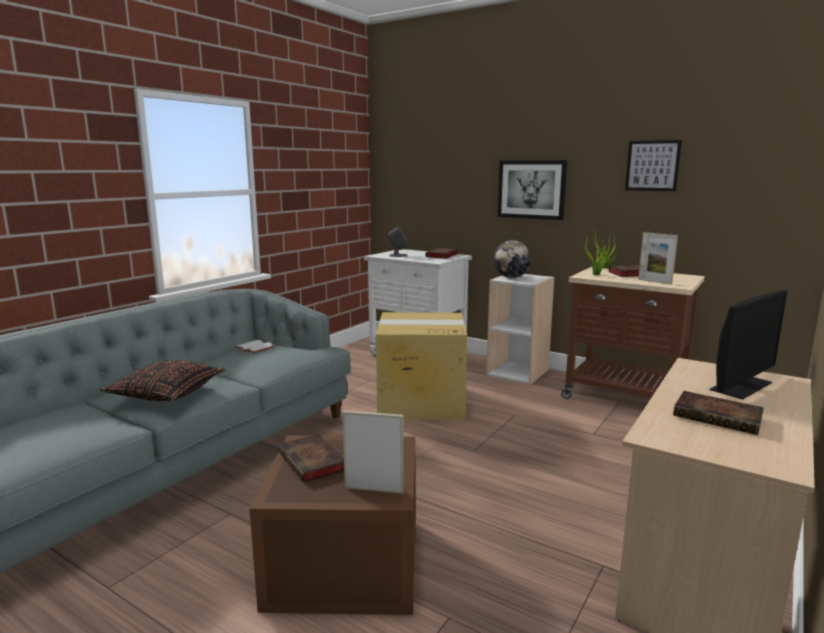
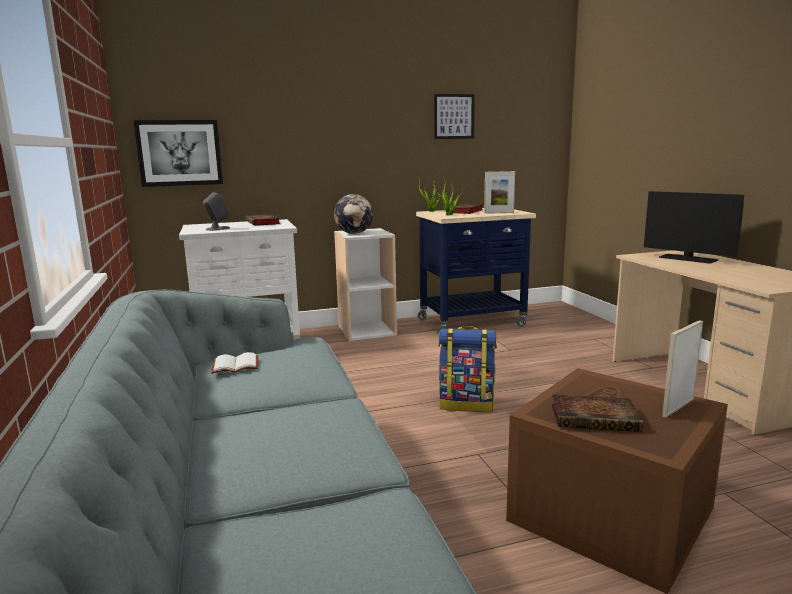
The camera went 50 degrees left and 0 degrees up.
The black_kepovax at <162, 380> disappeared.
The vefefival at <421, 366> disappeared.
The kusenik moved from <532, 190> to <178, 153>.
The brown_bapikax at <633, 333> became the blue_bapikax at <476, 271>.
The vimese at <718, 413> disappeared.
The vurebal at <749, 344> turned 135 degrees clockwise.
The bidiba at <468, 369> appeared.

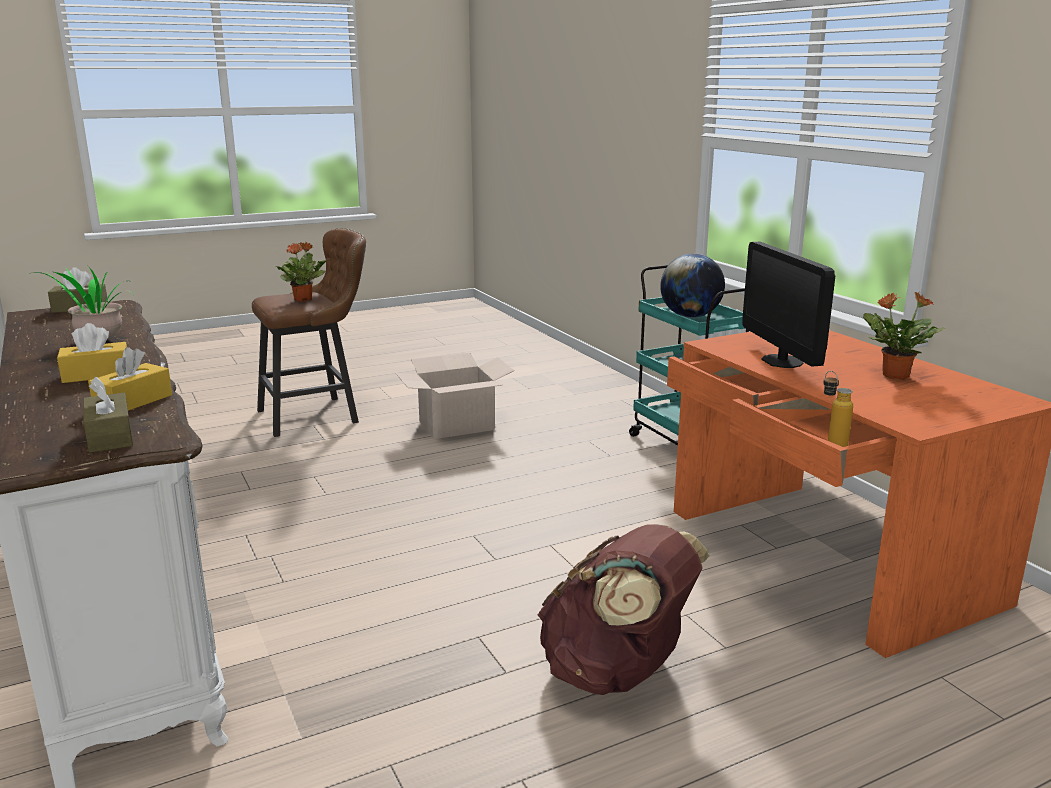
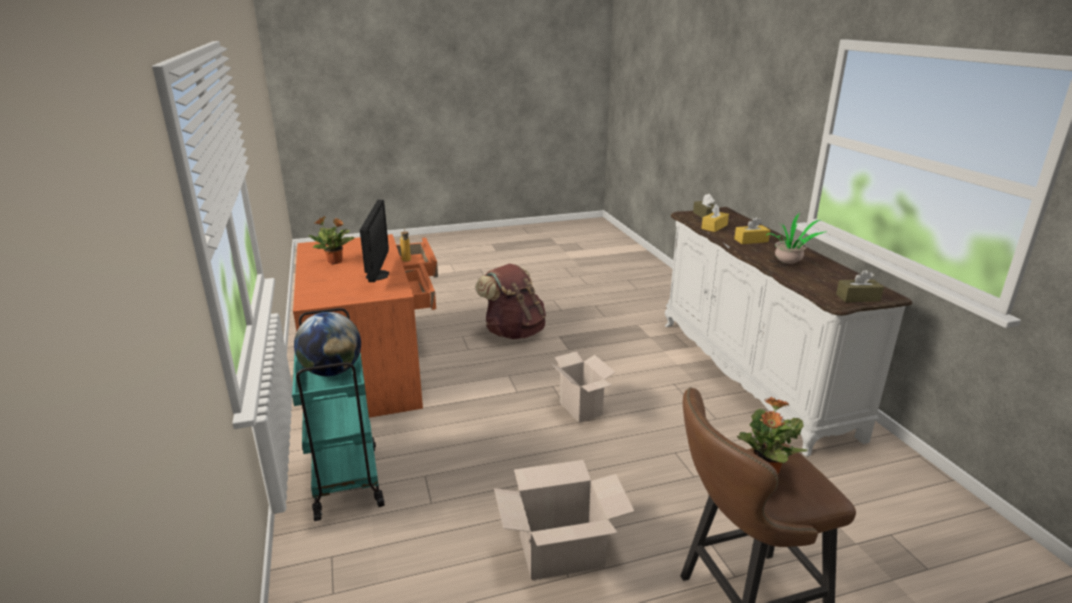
The camera went 170 degrees left and 5 degrees up.
The vefefival at <583, 387> appeared.

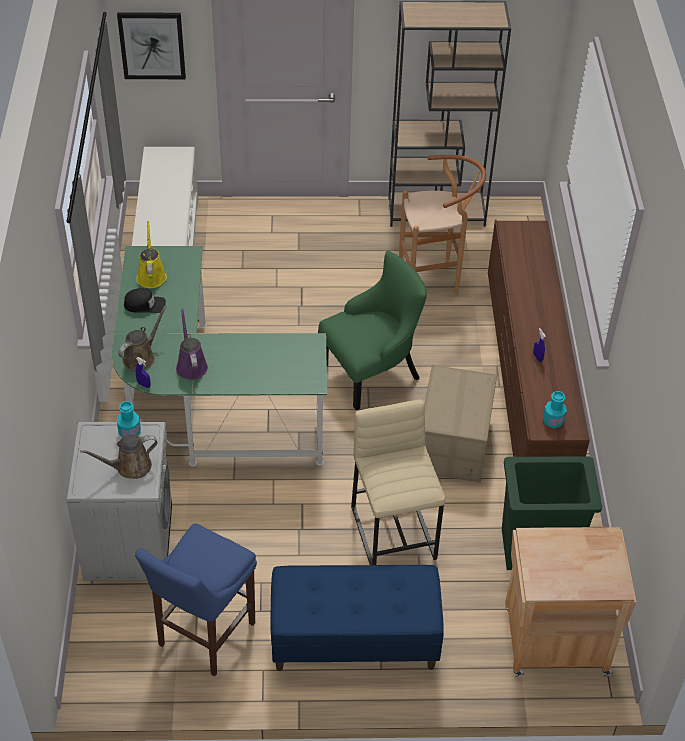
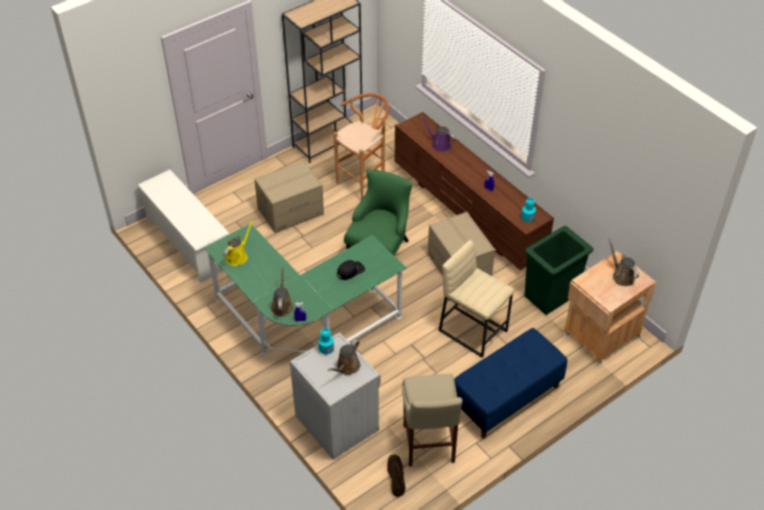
The camera went 35 degrees left and 0 degrees up.
The kusenik at <151, 45> disappeared.
The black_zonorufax moved from <145, 300> to <351, 270>.
The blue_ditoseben at <196, 600> became the beige_ditoseben at <432, 420>.
The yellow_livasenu at <152, 254> turned 75 degrees clockwise.
The purple_livasenu moved from <192, 344> to <438, 133>.
The vefefival at <289, 197> appeared.
The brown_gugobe at <396, 476> appeared.
The brown_livasenu at <623, 262> appeared.

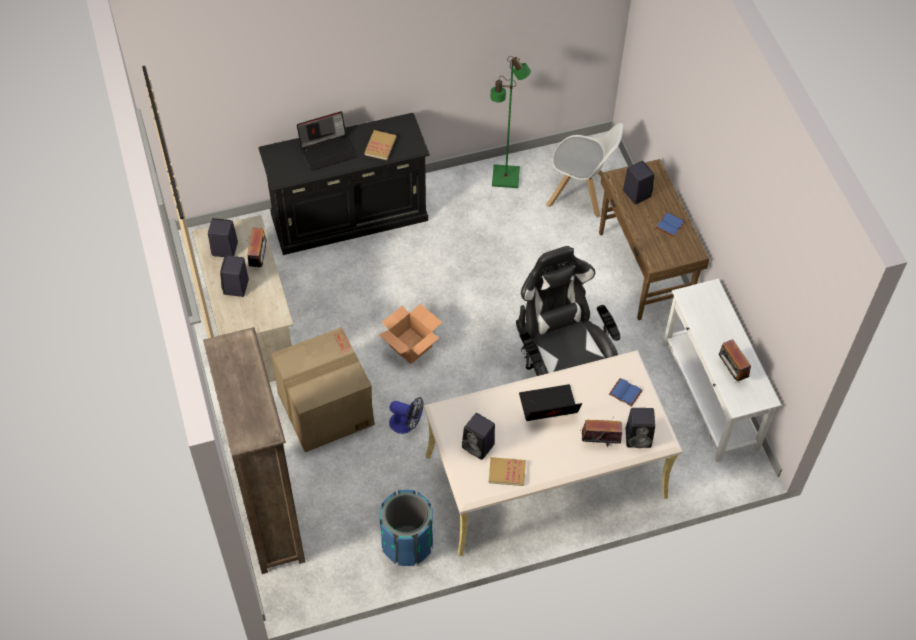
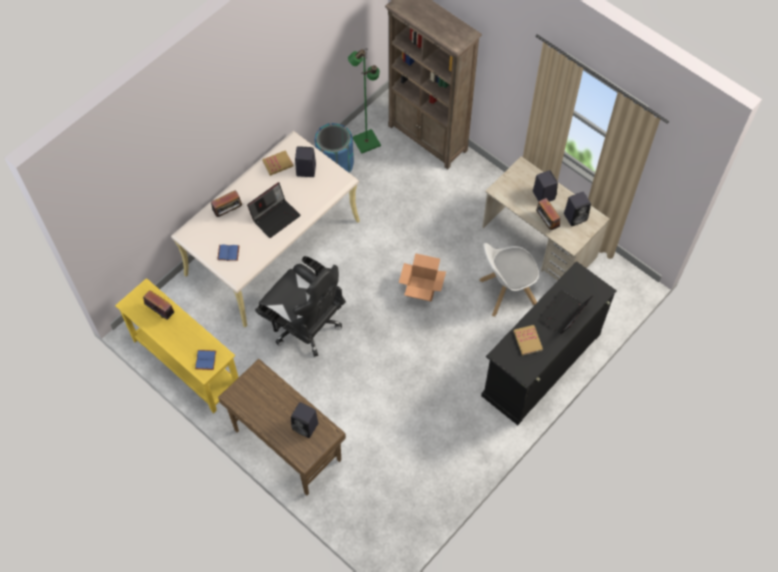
The camera went 150 degrees right and 5 degrees up.
The vefefival at <323, 389> disappeared.
The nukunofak at <406, 415> disappeared.
The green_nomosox moved from <510, 122> to <364, 101>.
The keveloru moved from <584, 170> to <509, 280>.
The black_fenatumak at <640, 428> disappeared.
The blue_vimese moved from <670, 224> to <205, 360>.
The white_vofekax at <721, 370> became the yellow_vofekax at <177, 346>.

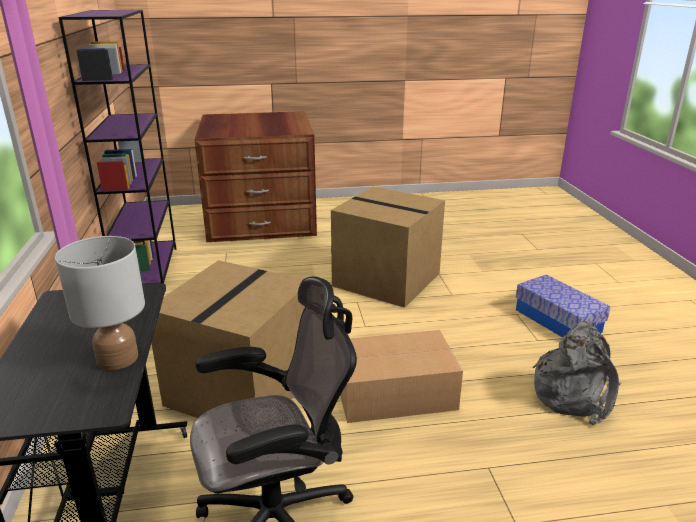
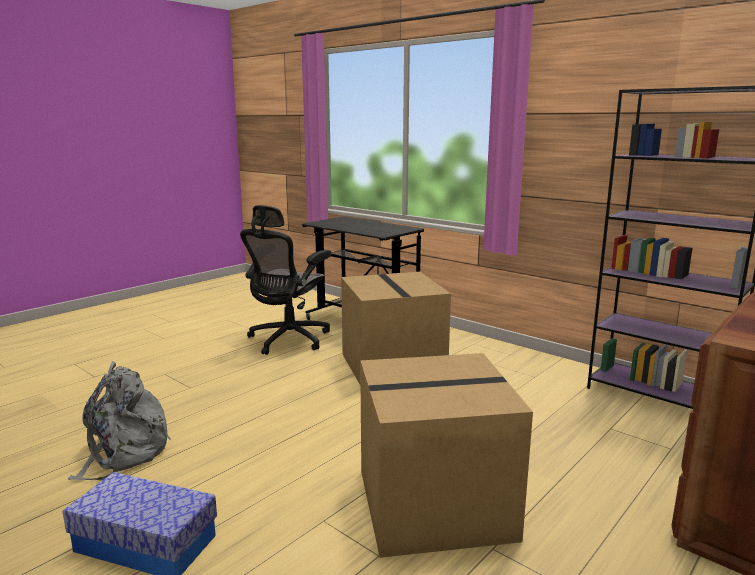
The camera went 140 degrees right and 10 degrees down.
The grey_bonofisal at <100, 303> disappeared.
The vefefival at <401, 376> disappeared.

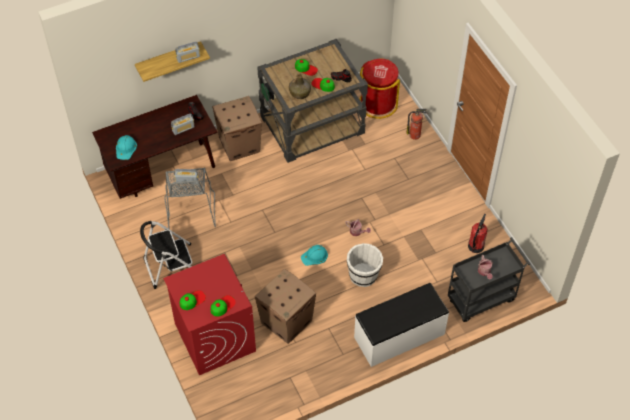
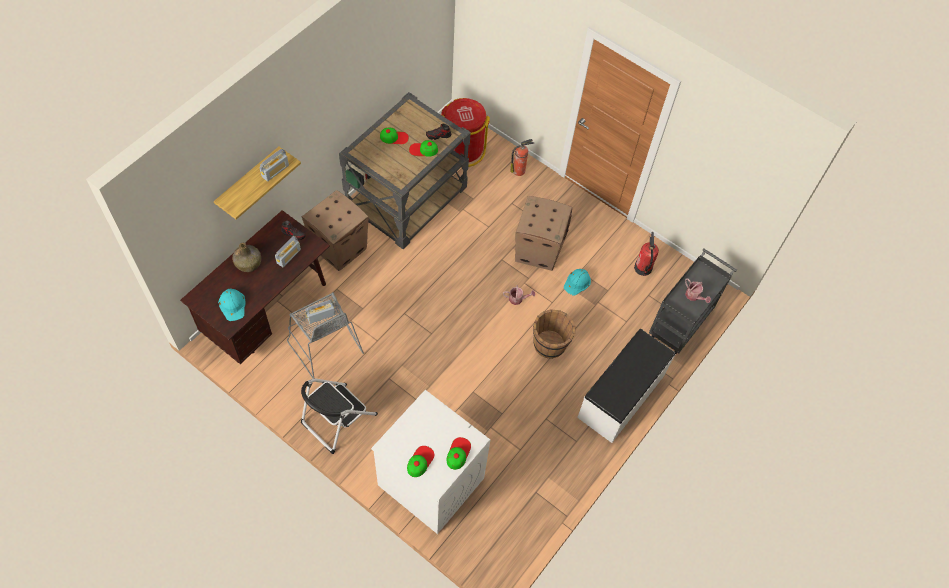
The camera went 30 degrees left and 5 degrees up.
The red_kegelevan at <209, 314> became the white_kegelevan at <430, 462>.
The vefefival moved from <285, 306> to <543, 233>.
The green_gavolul moved from <300, 86> to <246, 257>.
The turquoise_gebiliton moved from <314, 255> to <577, 282>.
The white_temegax at <365, 265> became the brown_temegax at <554, 334>.

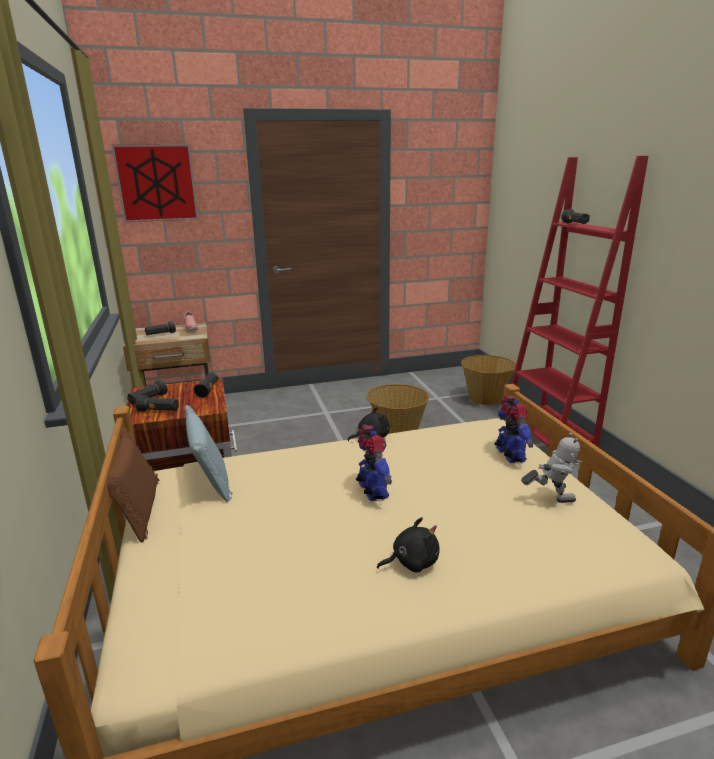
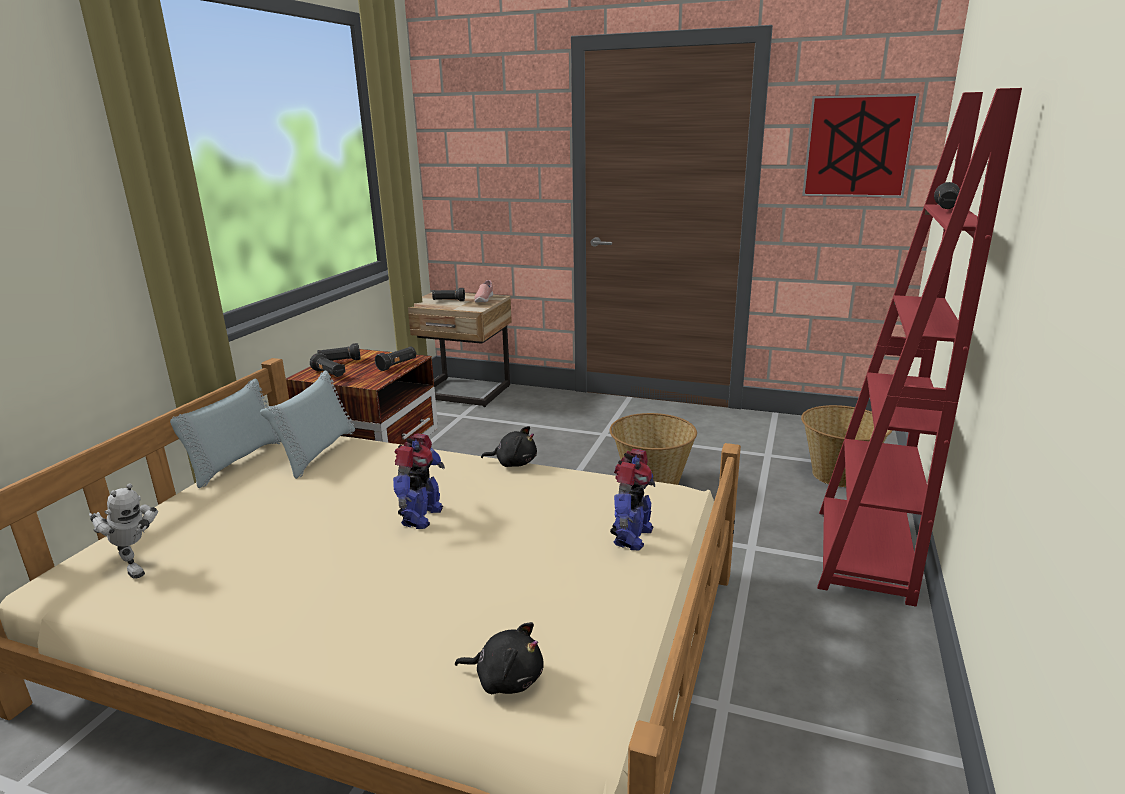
The camera went 35 degrees right and 0 degrees up.
The brown_kepovax at <133, 485> became the blue_kepovax at <225, 433>.
The kusenik moved from <155, 183> to <860, 145>.
The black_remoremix moved from <408, 545> to <499, 658>.
The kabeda moved from <551, 467> to <123, 531>.

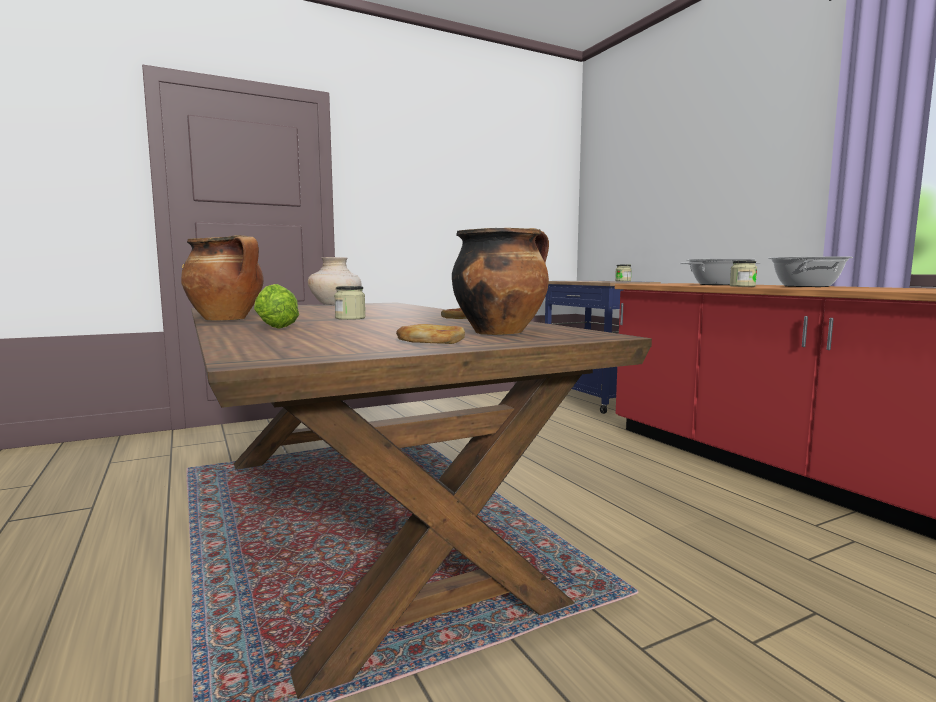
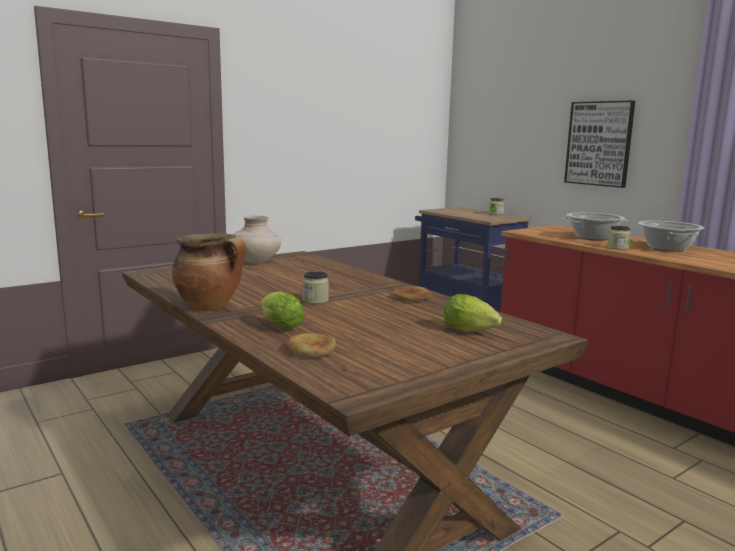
The camera went 10 degrees left and 5 degrees up.
The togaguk moved from <430, 334> to <309, 345>.
The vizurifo at <500, 281> was replaced by the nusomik at <473, 313>.
The kusenik at <599, 144> appeared.

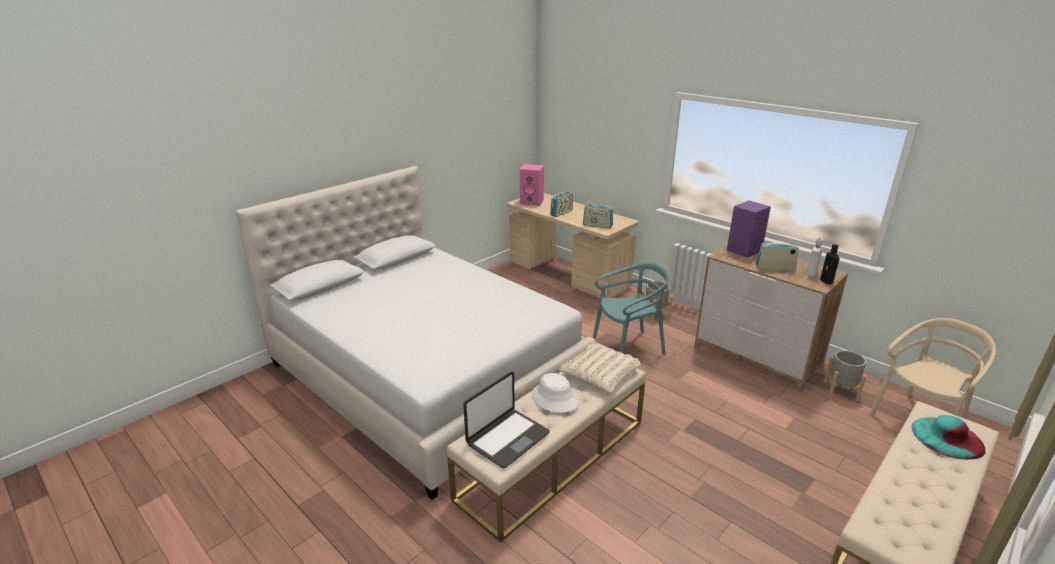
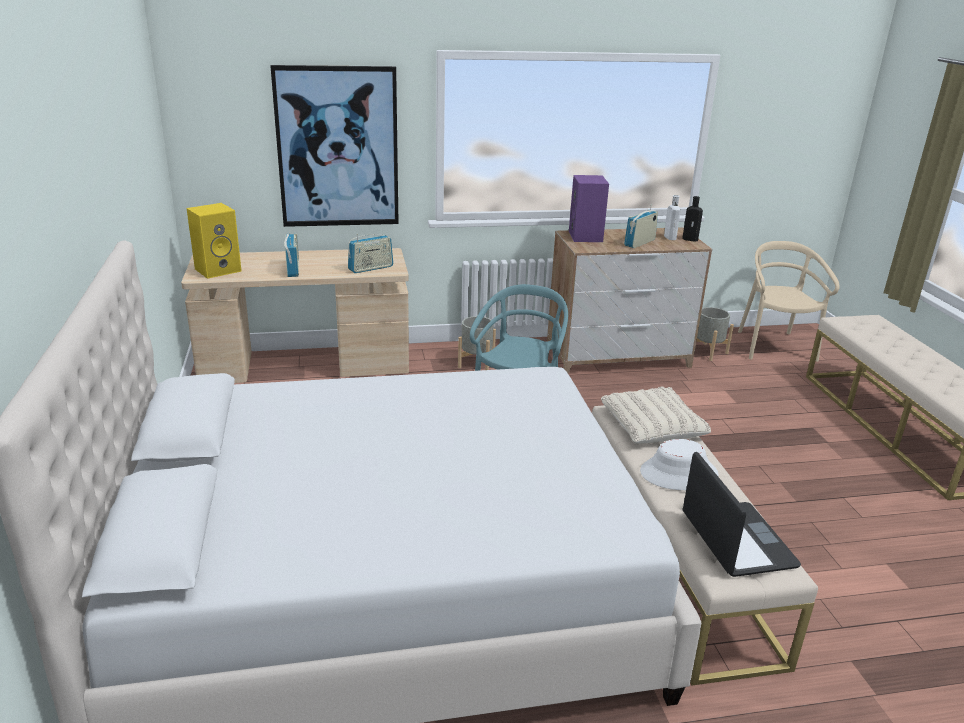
The camera went 55 degrees left and 0 degrees up.
The pink_fenatumak at <531, 185> became the yellow_fenatumak at <214, 241>.
The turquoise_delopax at <948, 437> disappeared.
The kusenik at <334, 146> appeared.

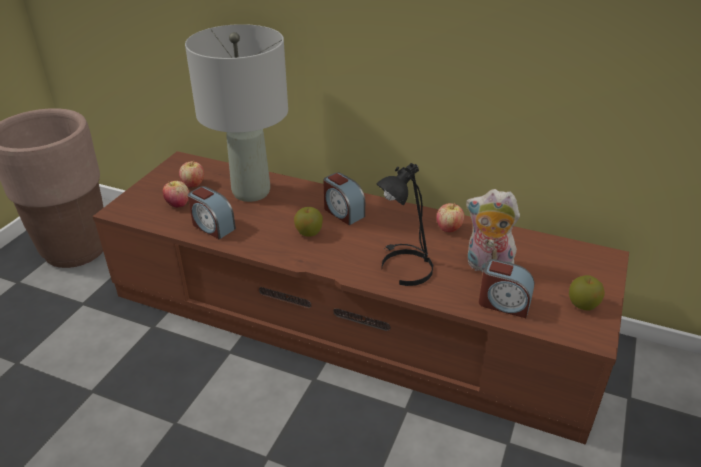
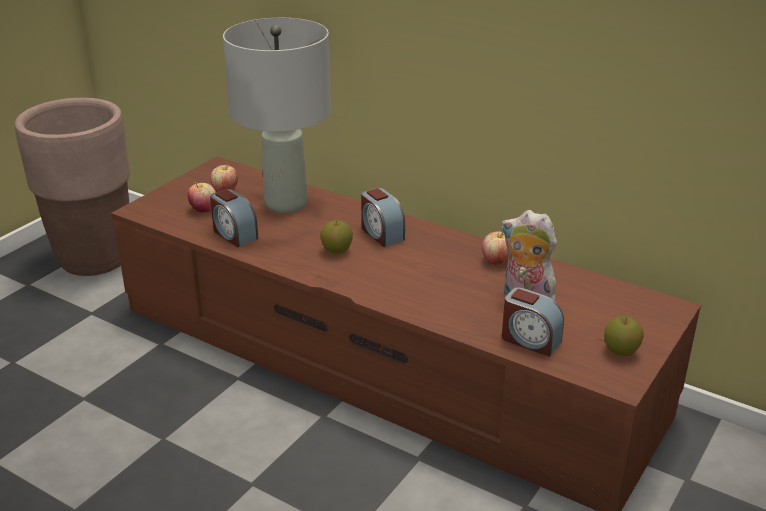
The camera went 10 degrees right and 5 degrees down.
The black_bonofisal at <405, 224> disappeared.

